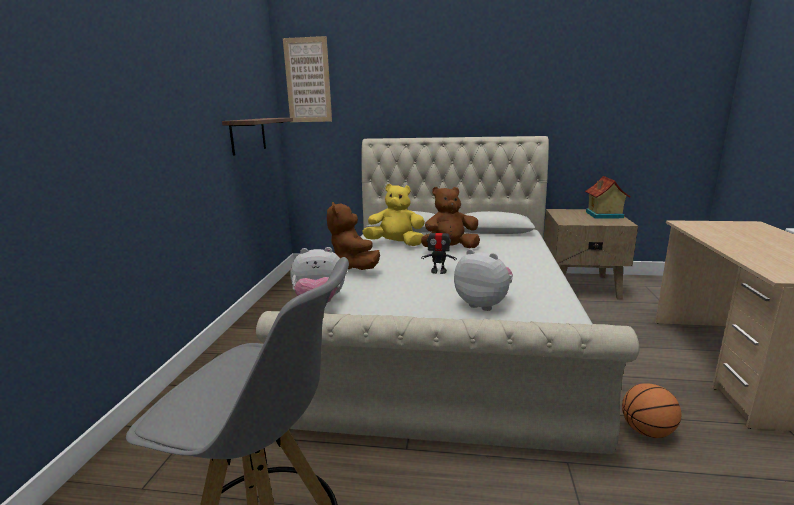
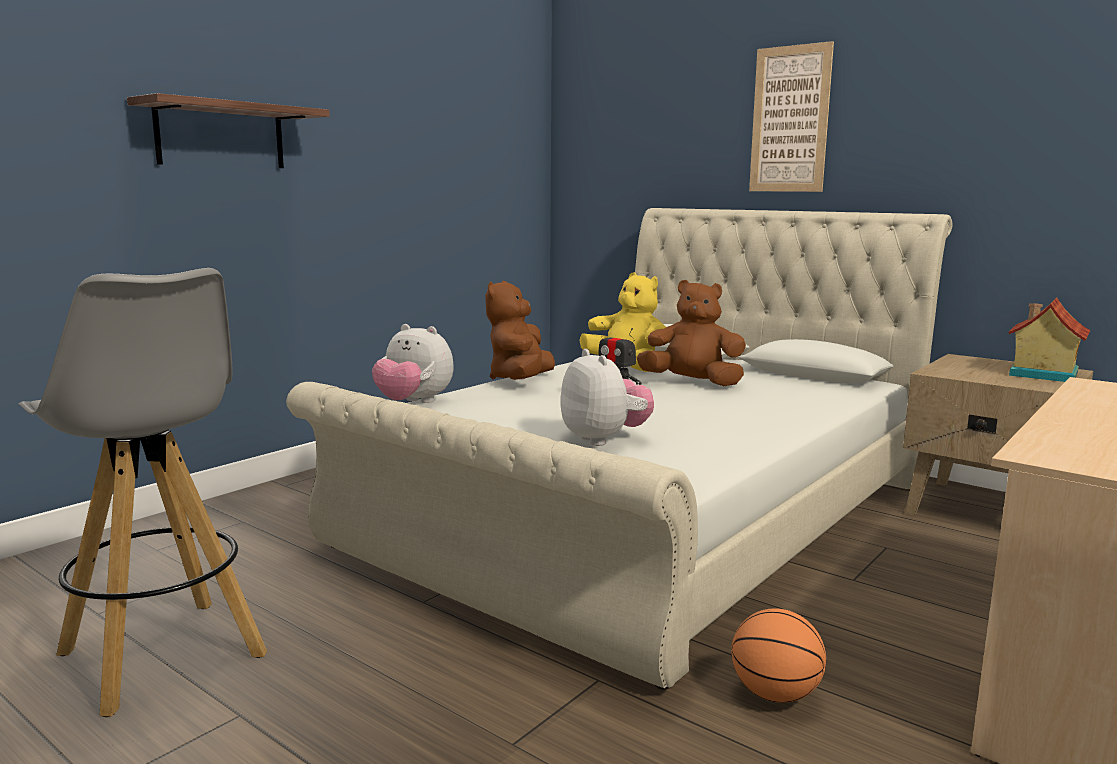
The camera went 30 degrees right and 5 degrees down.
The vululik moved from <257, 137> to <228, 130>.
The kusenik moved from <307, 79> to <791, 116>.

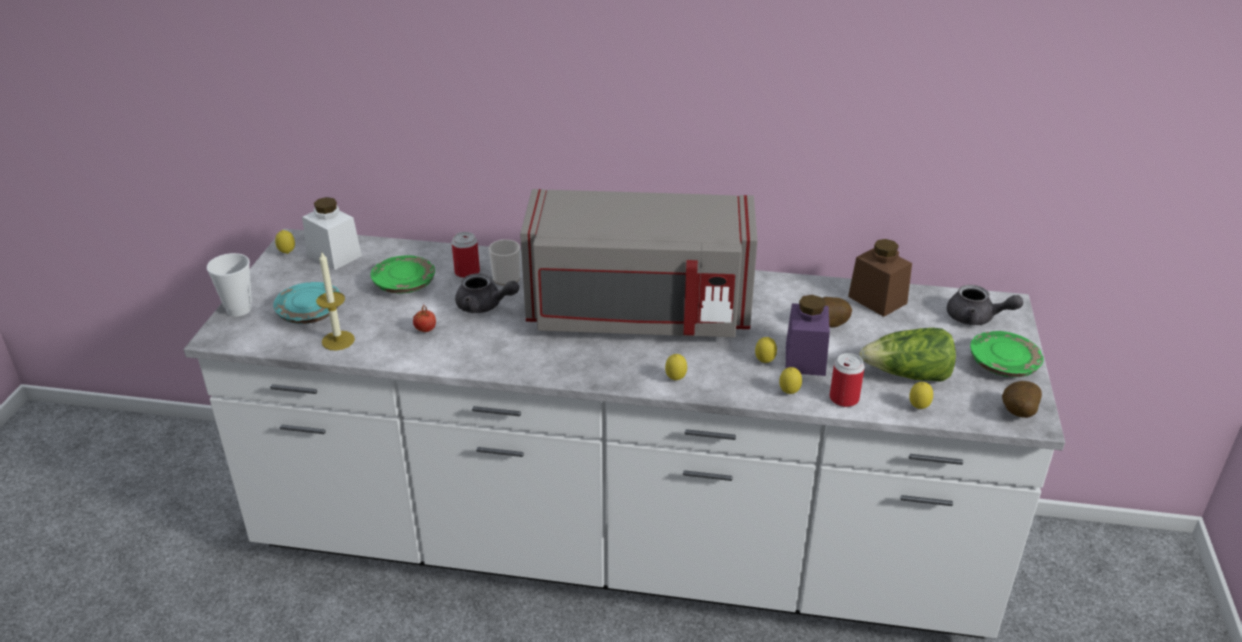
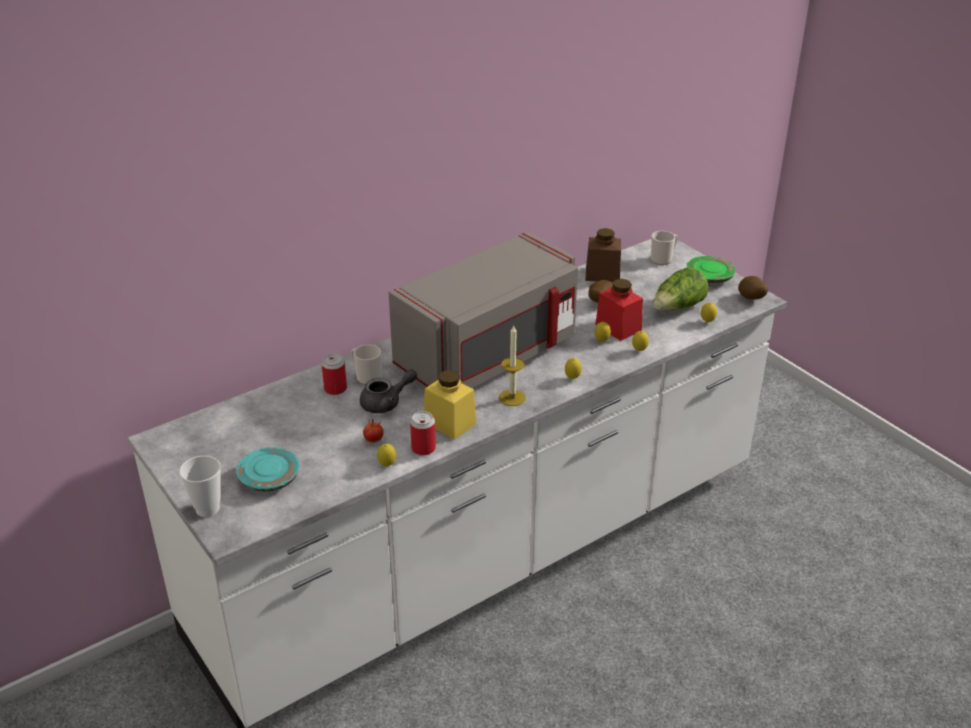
The camera went 45 degrees left and 0 degrees up.
The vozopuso moved from <285, 242> to <386, 455>.
The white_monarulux at <332, 233> disappeared.
The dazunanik moved from <335, 301> to <512, 365>.
The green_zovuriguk at <402, 274> disappeared.
The purple_monarulux at <808, 335> became the red_monarulux at <619, 310>.
The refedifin moved from <847, 380> to <423, 433>.
The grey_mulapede at <985, 305> was replaced by the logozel at <664, 248>.
The yellow_monarulux at <450, 405> appeared.

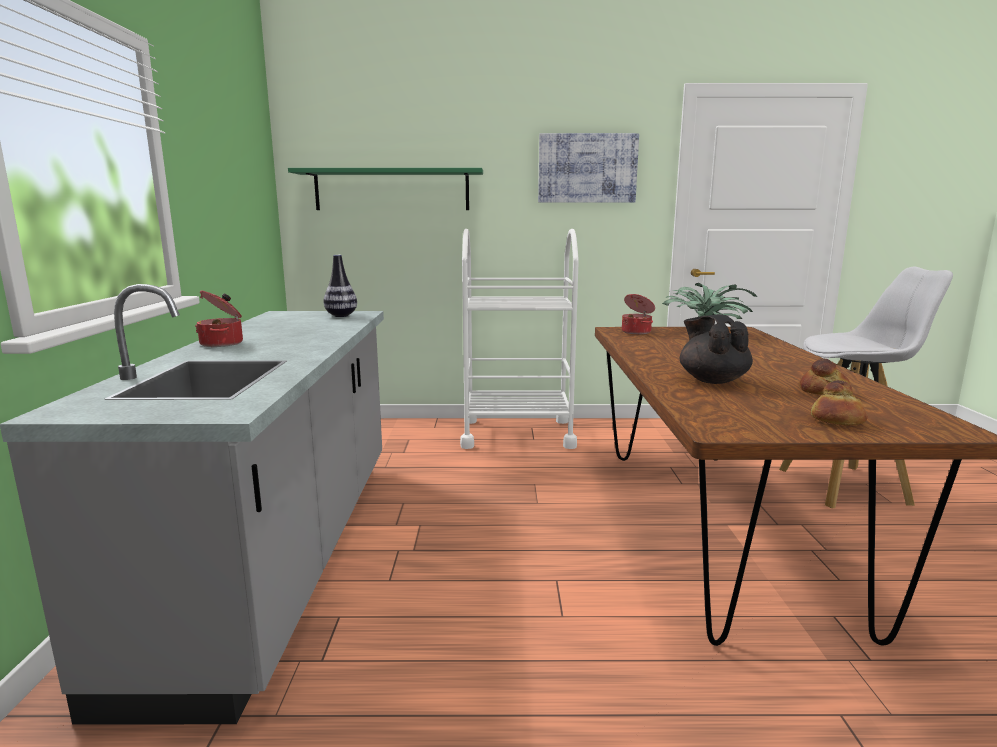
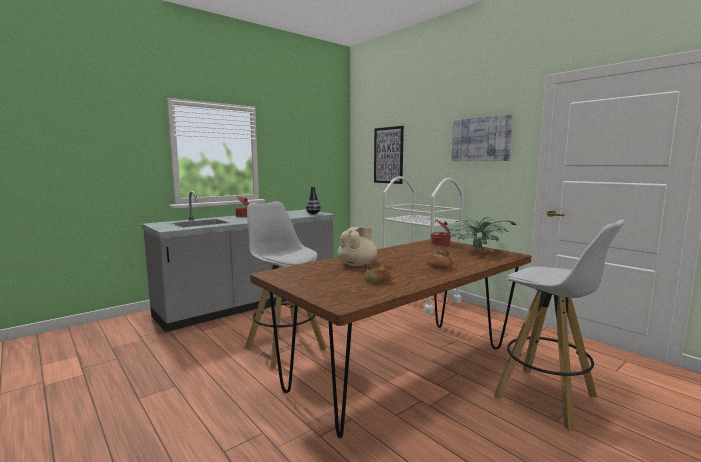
The camera went 50 degrees right and 5 degrees down.
The green_vululik at <385, 189> was replaced by the kusenik at <389, 155>.
The black_mulapede at <716, 349> became the beige_mulapede at <357, 246>.
The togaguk moved from <839, 403> to <440, 258>.
The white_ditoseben at <286, 284> appeared.

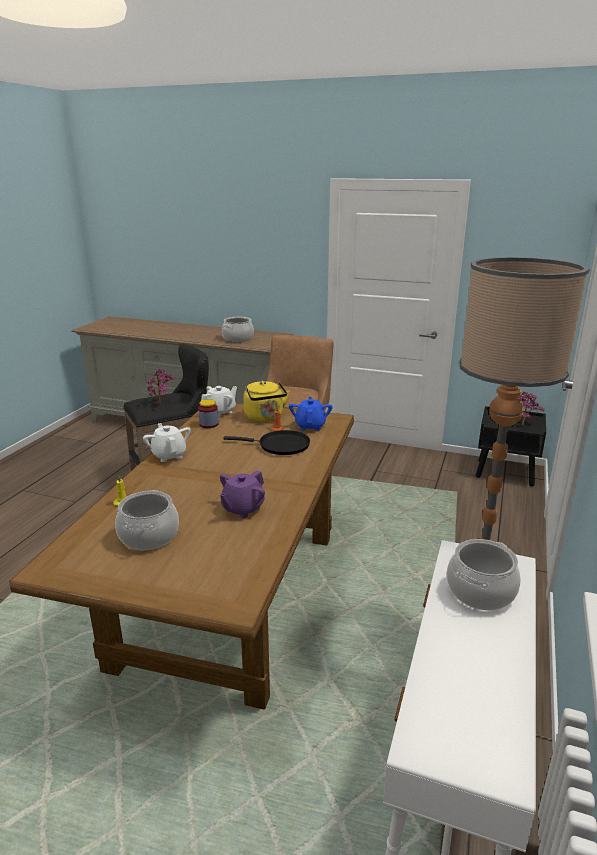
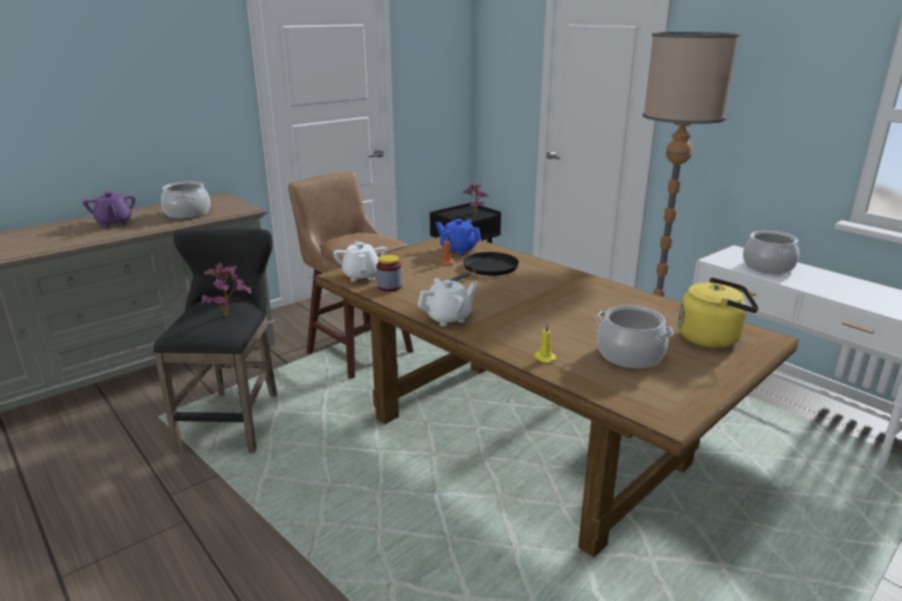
The camera went 60 degrees left and 0 degrees up.
The white_mulapede at <167, 442> turned 150 degrees clockwise.
The purple_mulapede moved from <242, 494> to <109, 210>.
The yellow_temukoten moved from <266, 401> to <718, 312>.

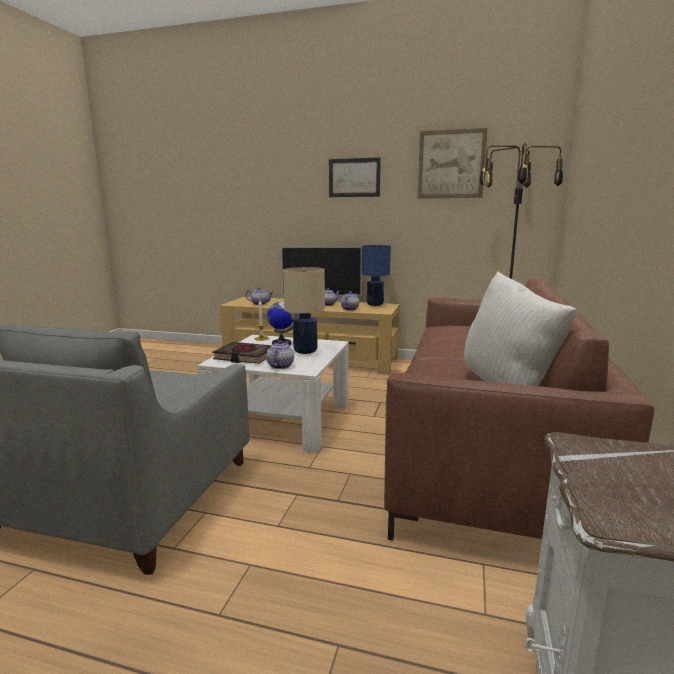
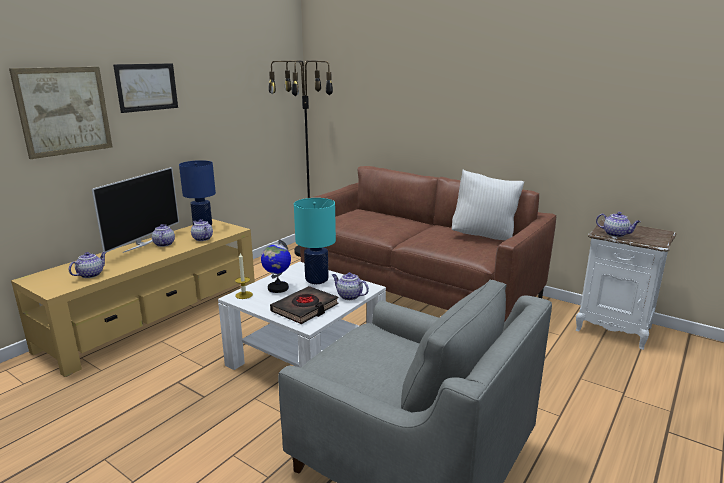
The camera went 70 degrees left and 5 degrees up.
The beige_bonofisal at <304, 310> became the turquoise_bonofisal at <315, 241>.
The kusenik moved from <453, 163> to <61, 113>.
The mulapede at <618, 224> appeared.

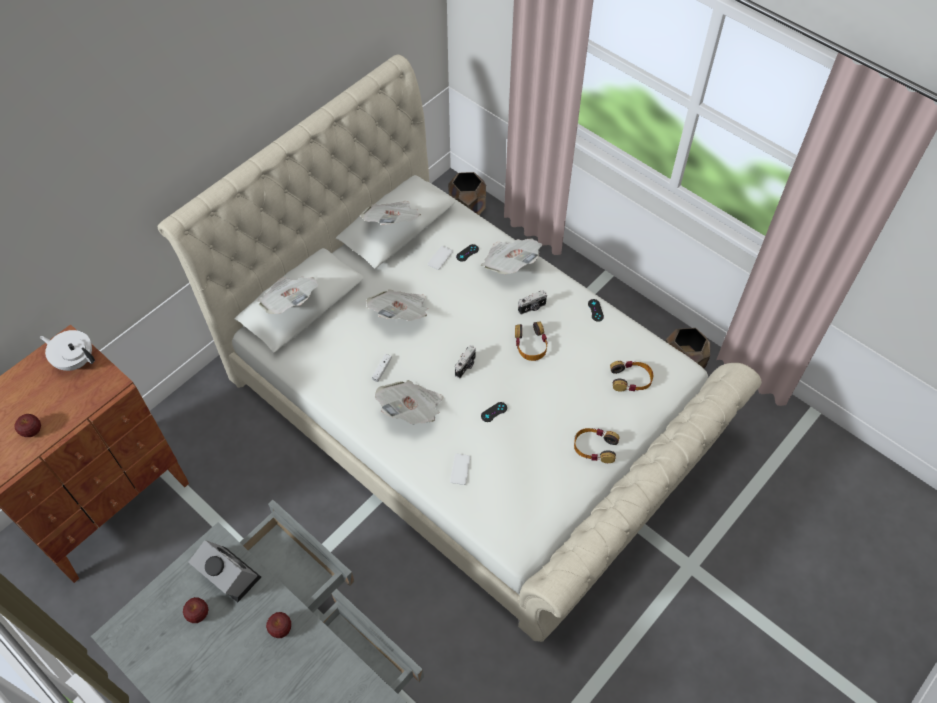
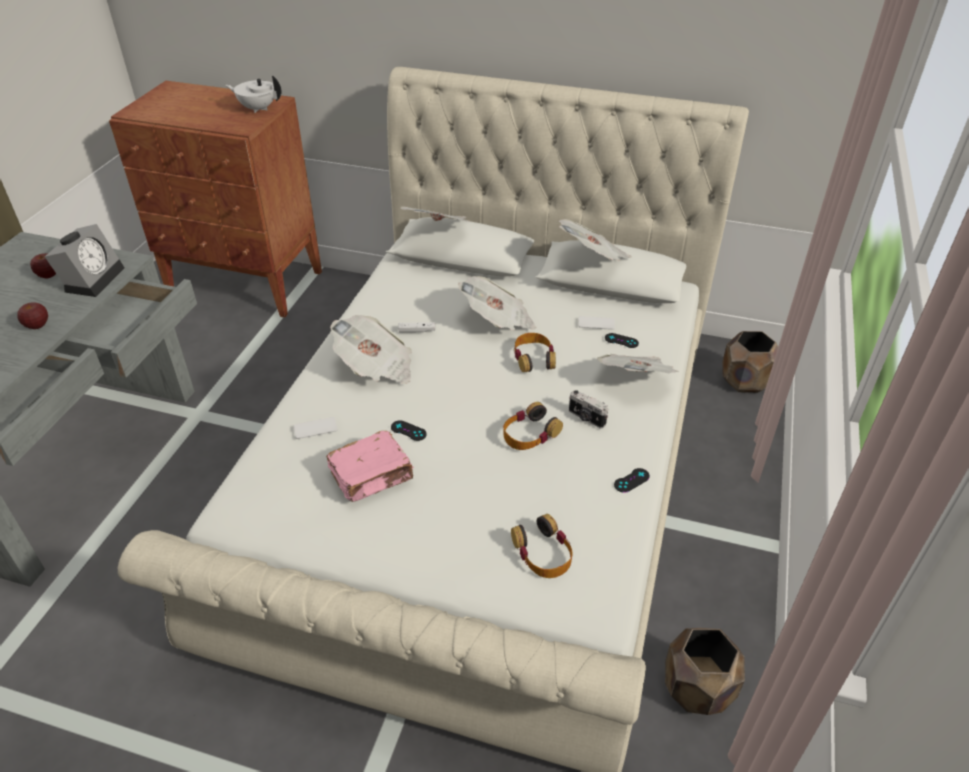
The camera went 65 degrees right and 15 degrees down.
The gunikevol at <28, 425> disappeared.
The white_mulapede at <67, 350> turned 75 degrees counterclockwise.
The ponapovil at <465, 361> disappeared.
The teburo moved from <597, 445> to <535, 352>.
The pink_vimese at <370, 466> appeared.

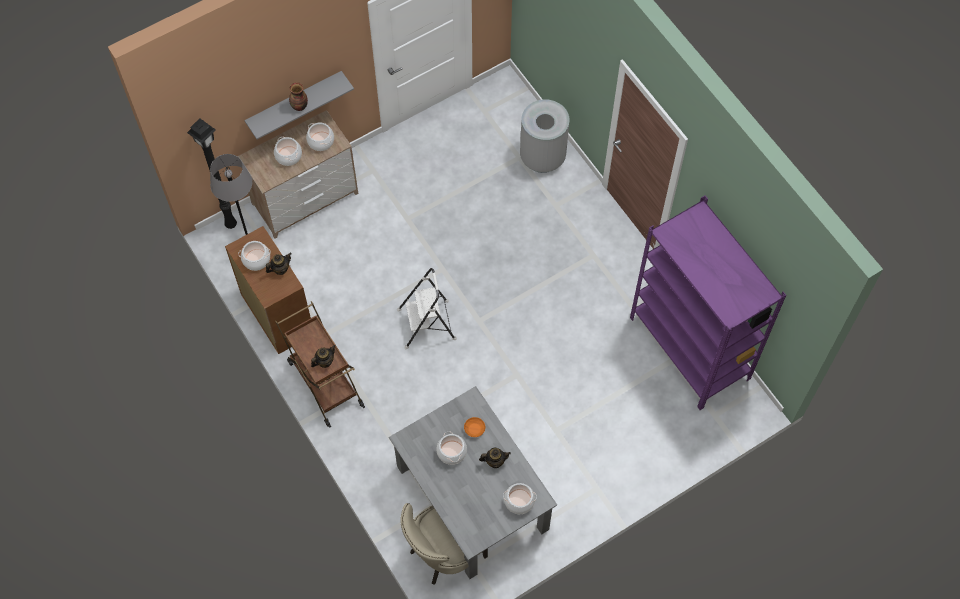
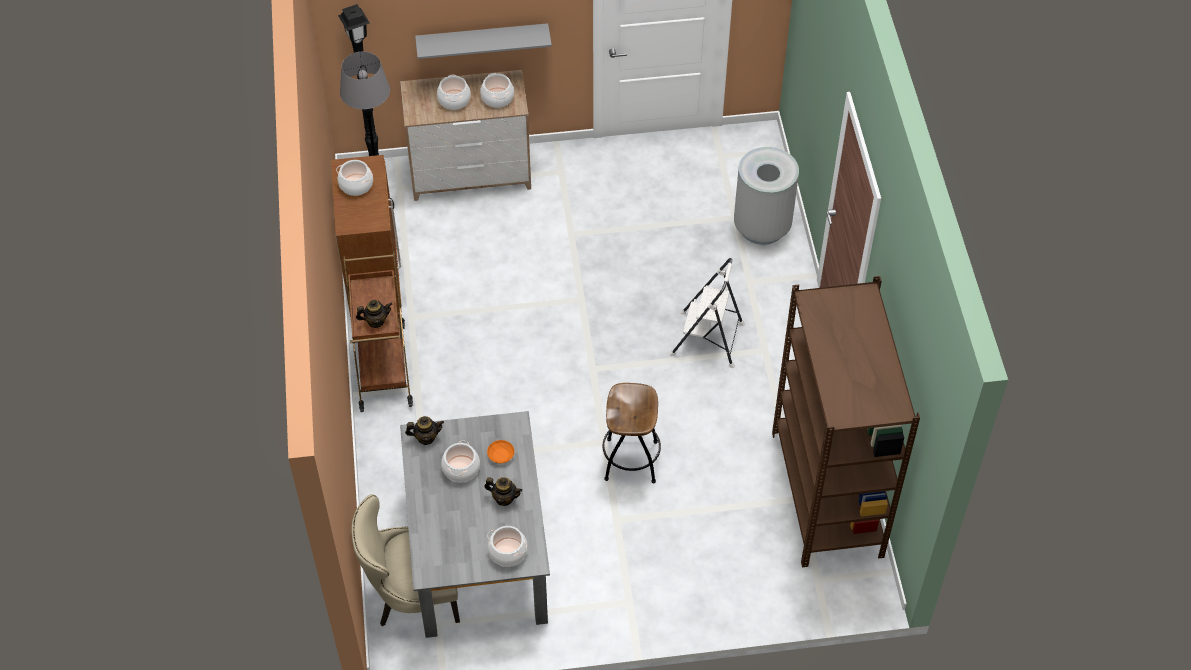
The camera went 25 degrees right and 10 degrees down.
The mulapede moved from <279, 264> to <424, 430>.
The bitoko at <298, 96> disappeared.
The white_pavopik moved from <427, 308> to <707, 313>.
The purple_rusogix at <708, 303> became the brown_rusogix at <846, 421>.
The brown_ditoseben at <632, 433> appeared.

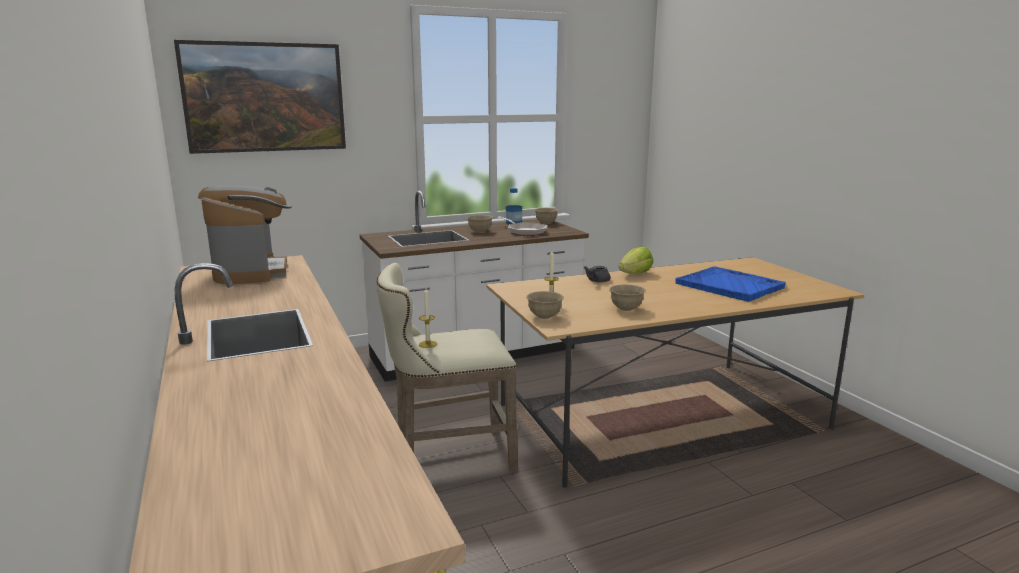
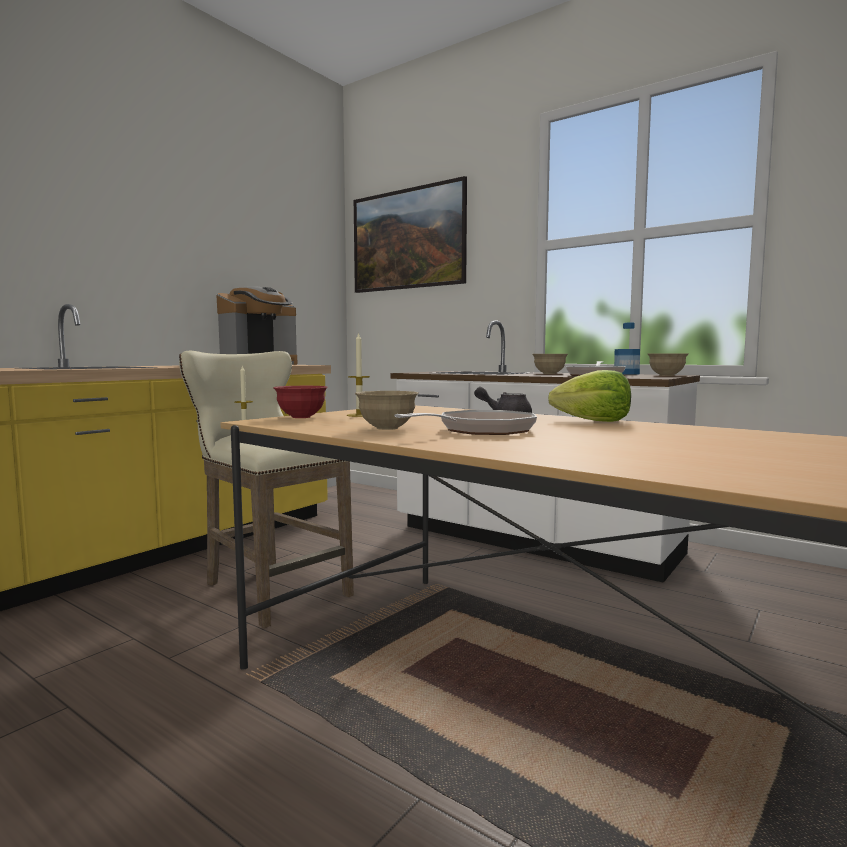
The camera went 60 degrees right and 10 degrees down.
The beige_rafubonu at <545, 305> became the red_rafubonu at <300, 402>.
The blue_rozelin at <731, 284> disappeared.
The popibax at <465, 422> appeared.

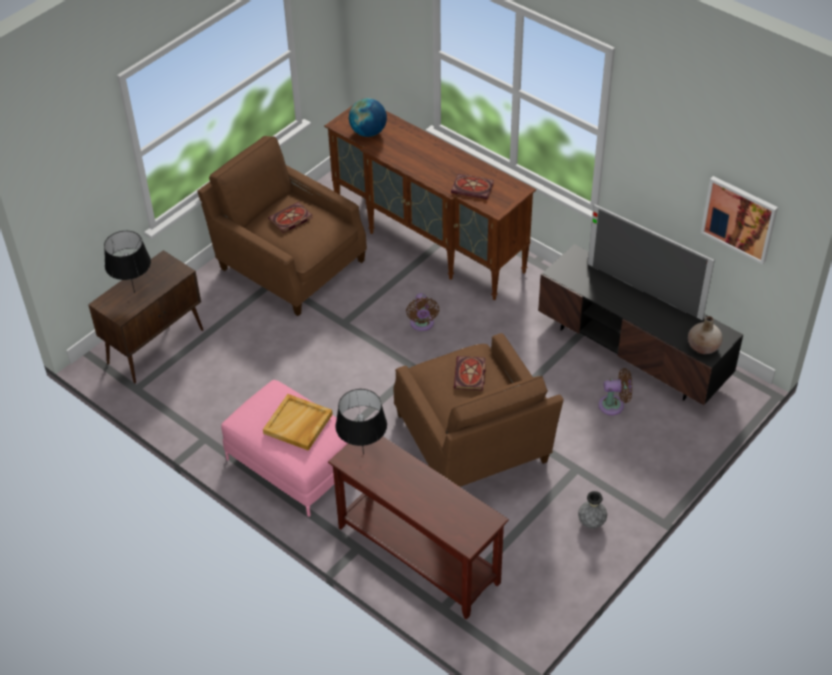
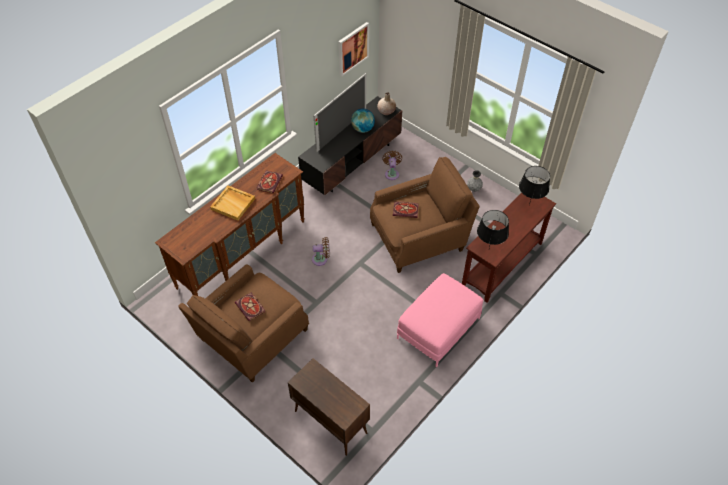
The camera went 90 degrees left and 5 degrees up.
The black_bonofisal moved from <127, 262> to <534, 185>.
The beige_rozelin moved from <298, 422> to <232, 203>.
The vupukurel moved from <368, 117> to <363, 121>.

